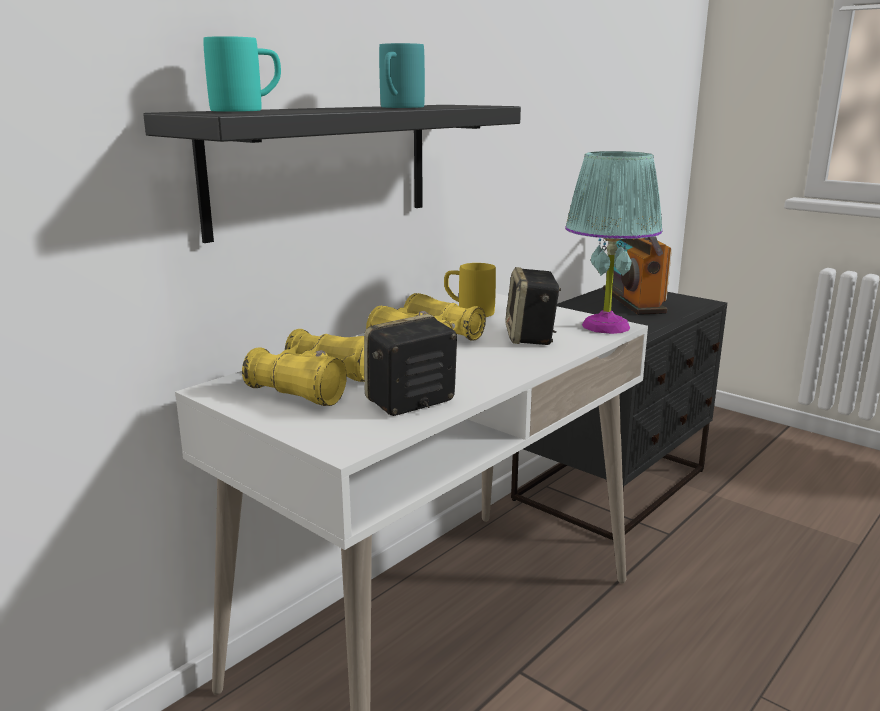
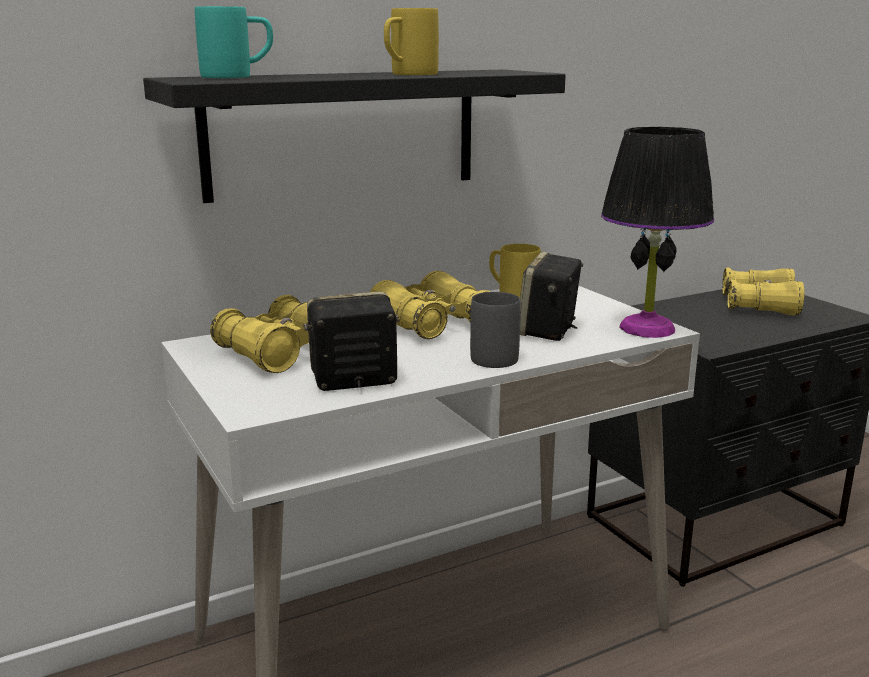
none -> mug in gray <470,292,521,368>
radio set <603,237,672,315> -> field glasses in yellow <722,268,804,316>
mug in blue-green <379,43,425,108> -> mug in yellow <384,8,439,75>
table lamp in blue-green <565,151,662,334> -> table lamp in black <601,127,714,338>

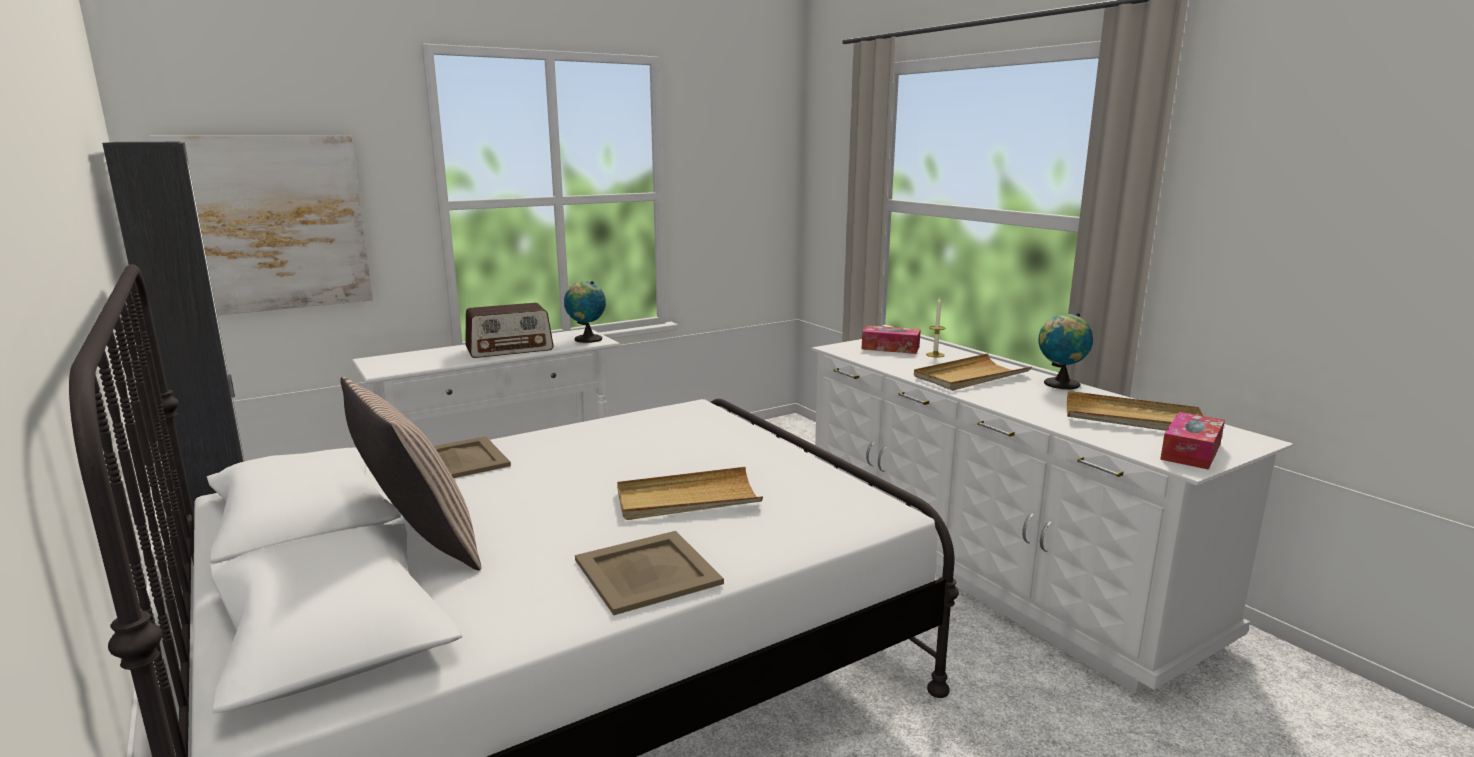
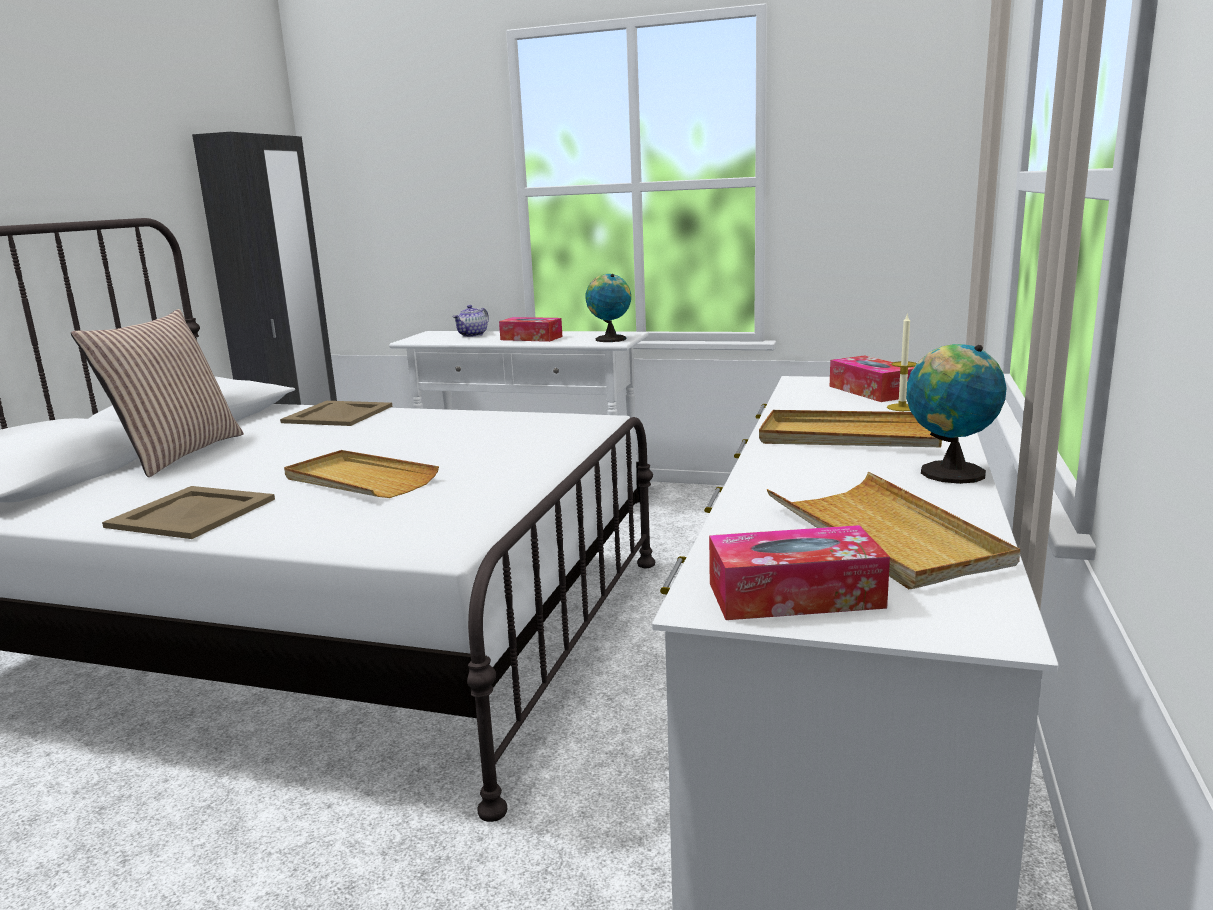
wall picture <149,136,373,315> -> none
none -> pot for tea <453,305,489,337>
radio set <465,303,554,358> -> box of tissues <499,317,562,342>

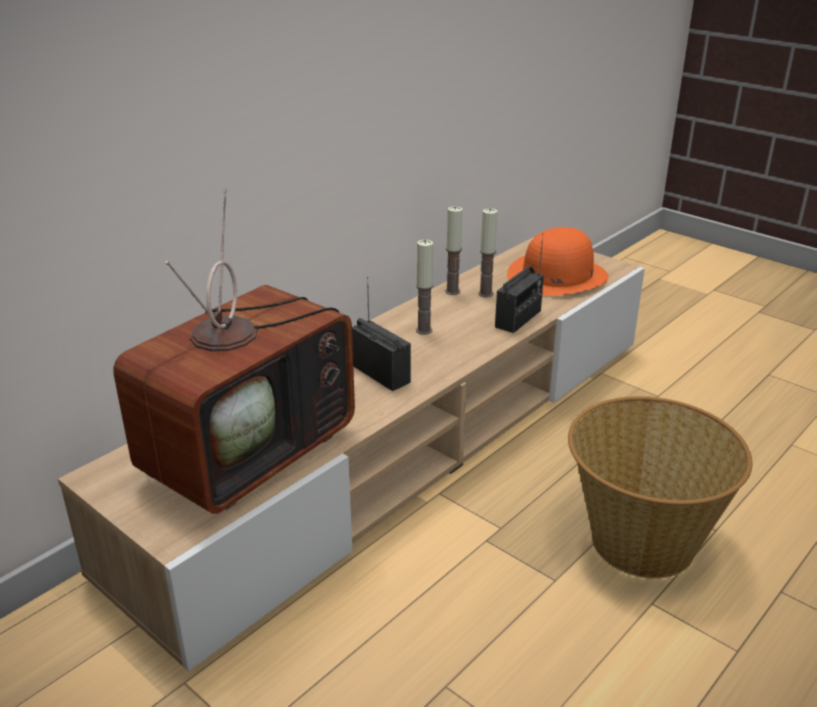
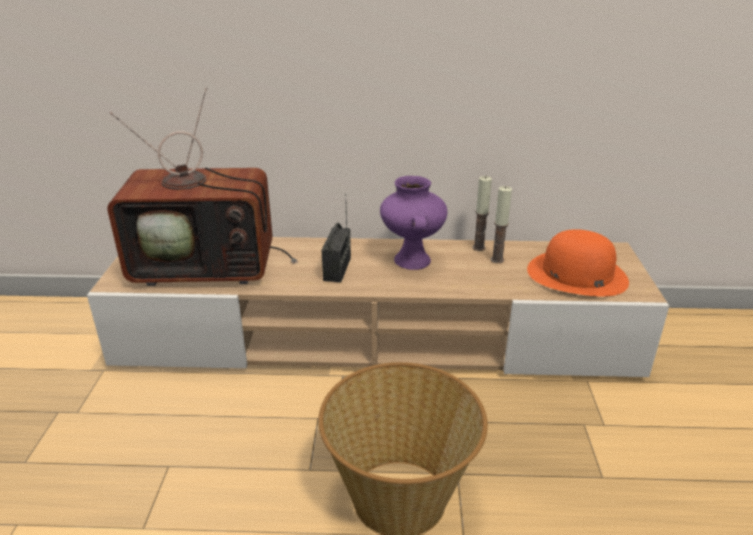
radio set <495,233,544,333> -> none
wax light <416,240,433,335> -> vase in purple-coloured <380,176,448,270>

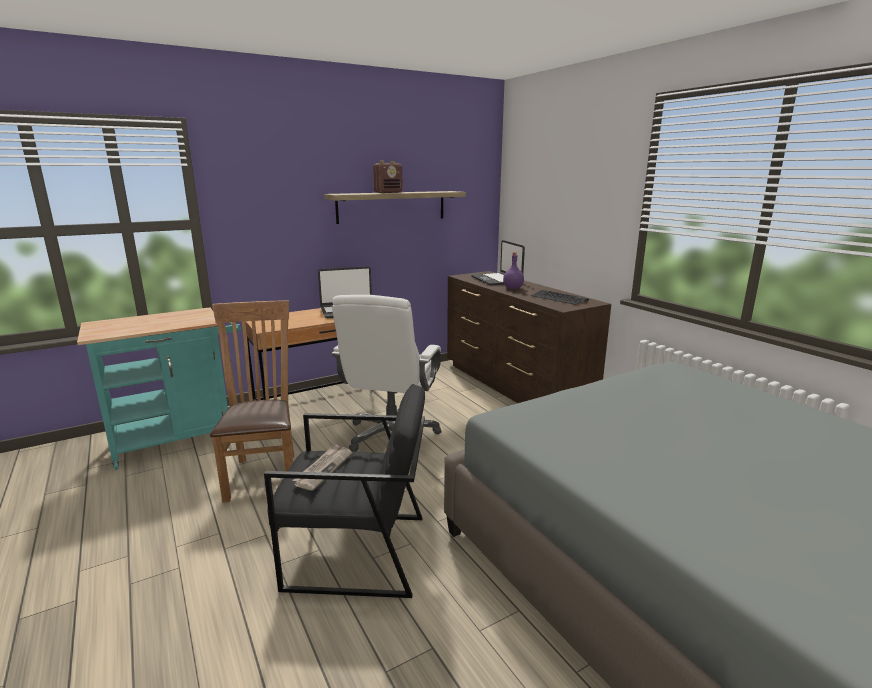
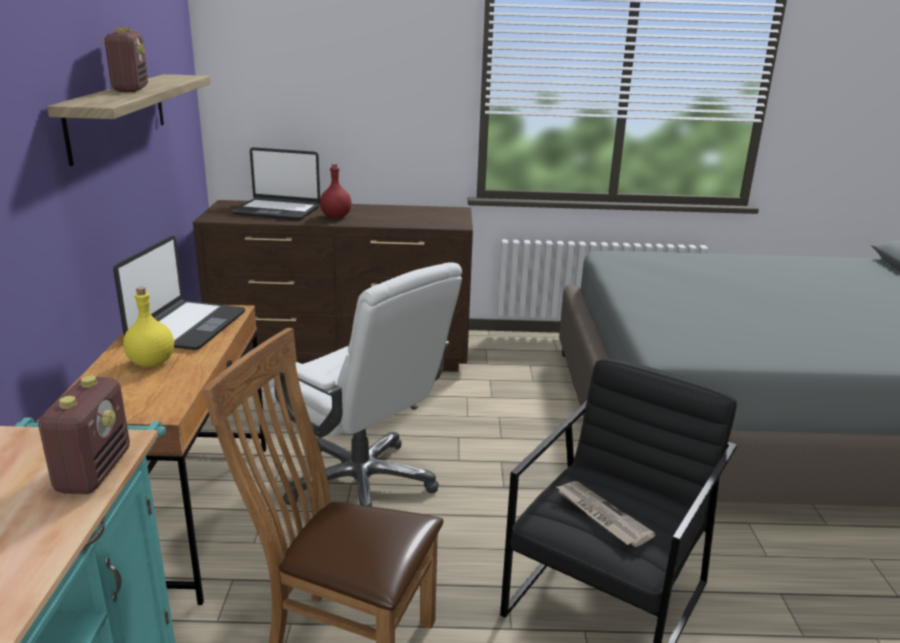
keyboard <530,290,589,305> -> none
none -> radio set <37,376,130,494>
none -> beverage bottle in yellow <123,287,174,367>
beverage bottle in purple-coloured <503,252,524,289> -> beverage bottle in red-coloured <320,163,351,218>

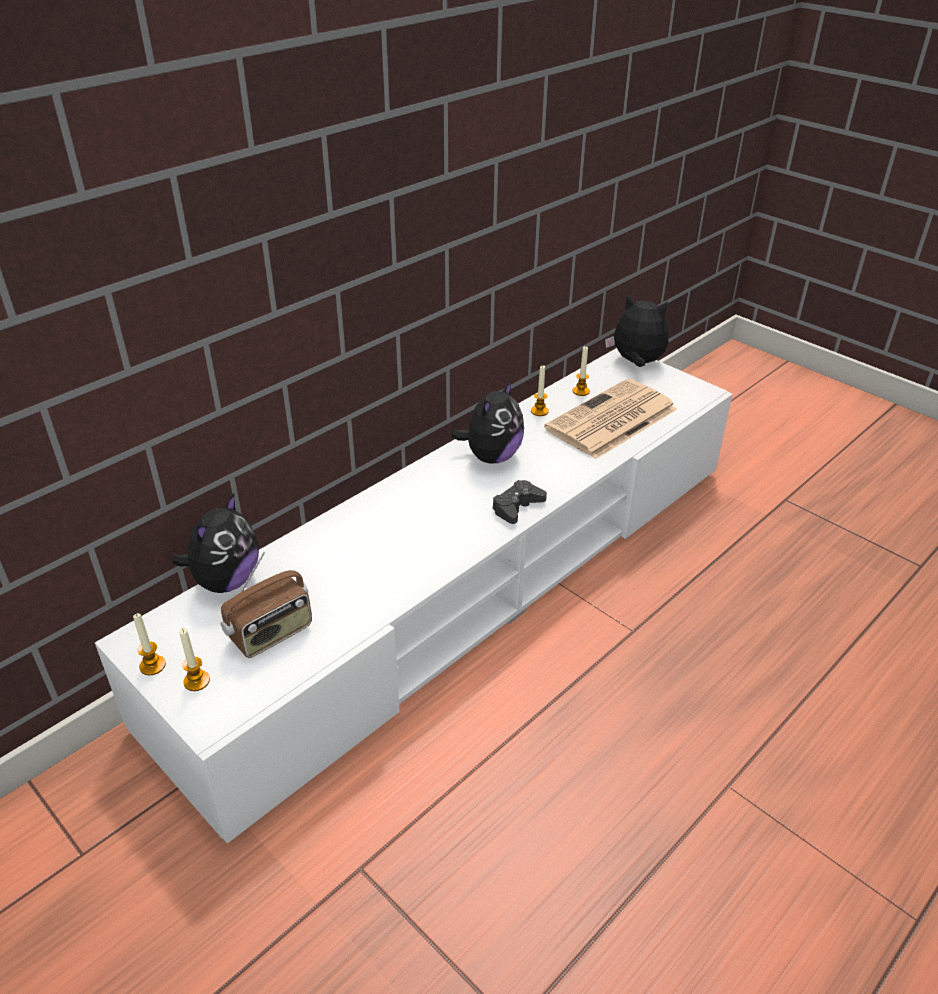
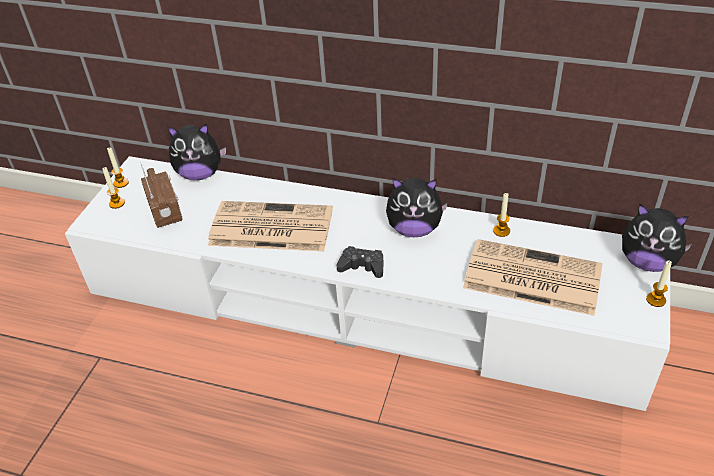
none -> newspaper <208,201,333,251>
wax light <573,346,590,396> -> wax light <646,261,672,307>, shifted
radio set <221,552,312,658> -> radio set <140,162,183,228>, 135 degrees counterclockwise
cuddly toy <605,293,669,367> -> cuddly toy <622,204,692,272>, 120 degrees clockwise

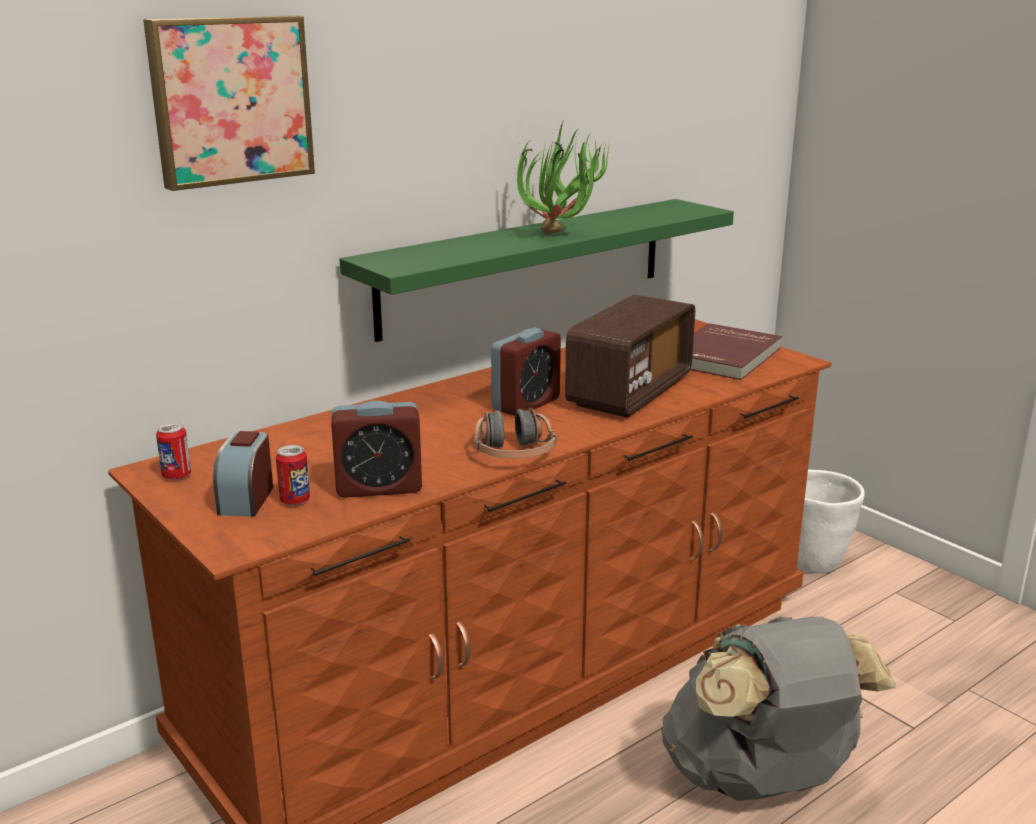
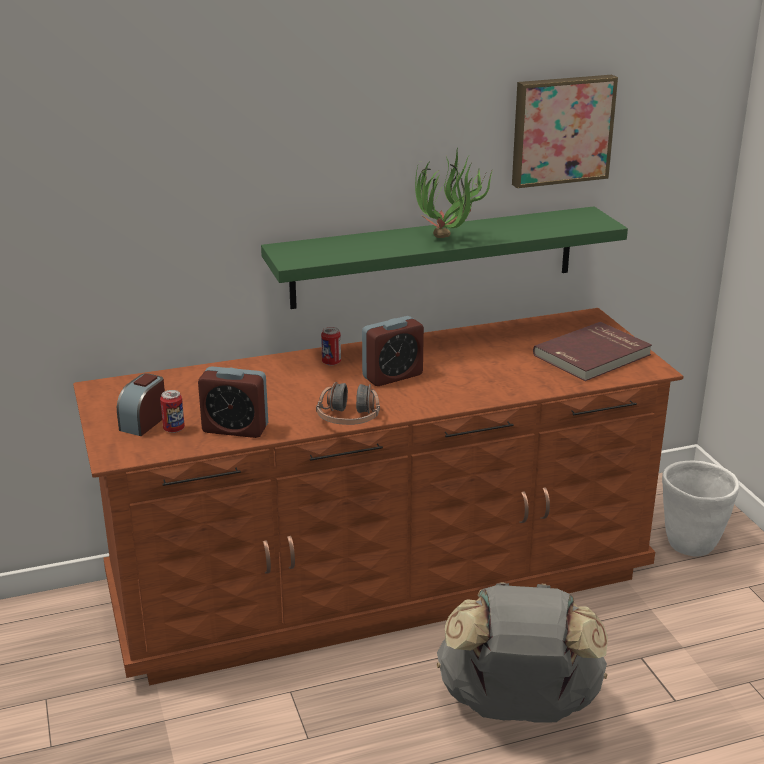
radio set <565,295,695,418> -> none
wall picture <143,15,315,191> -> wall picture <512,75,618,188>, shifted
metal can <156,423,191,480> -> metal can <321,327,341,366>, shifted

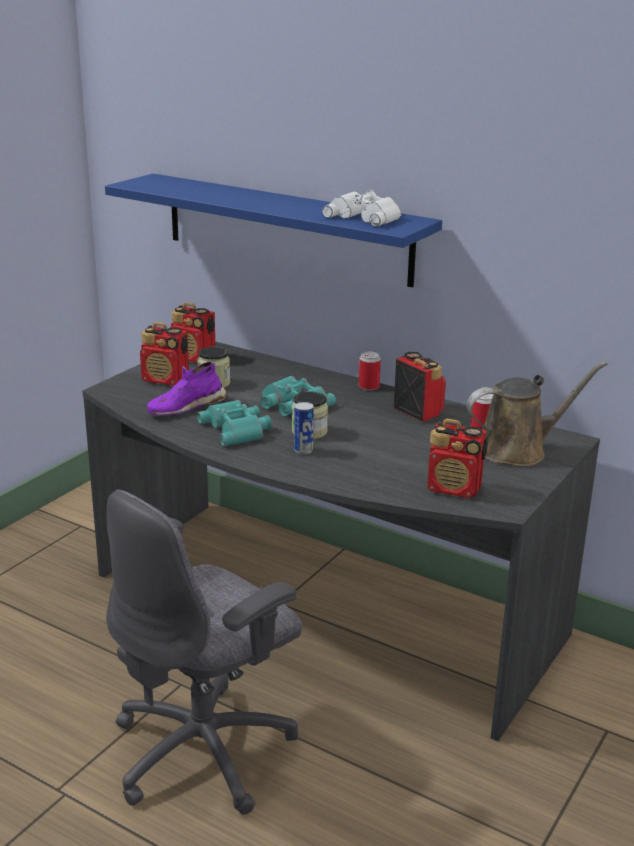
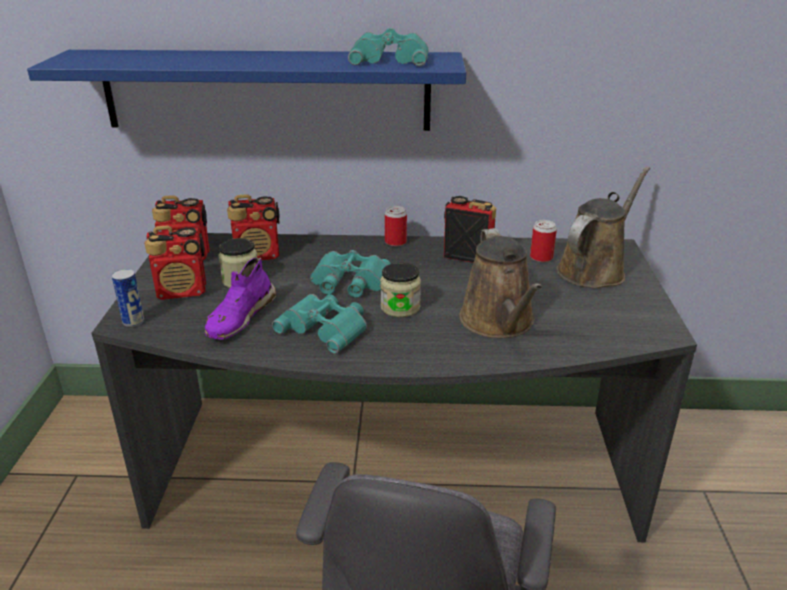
none -> watering pot in brownish <459,228,542,338>
metal can <294,402,314,455> -> metal can <112,269,144,327>, shifted
radio set <428,419,488,498> -> radio set <227,194,280,260>, shifted
field glasses in white <322,190,402,227> -> field glasses in blue-green <348,28,428,66>

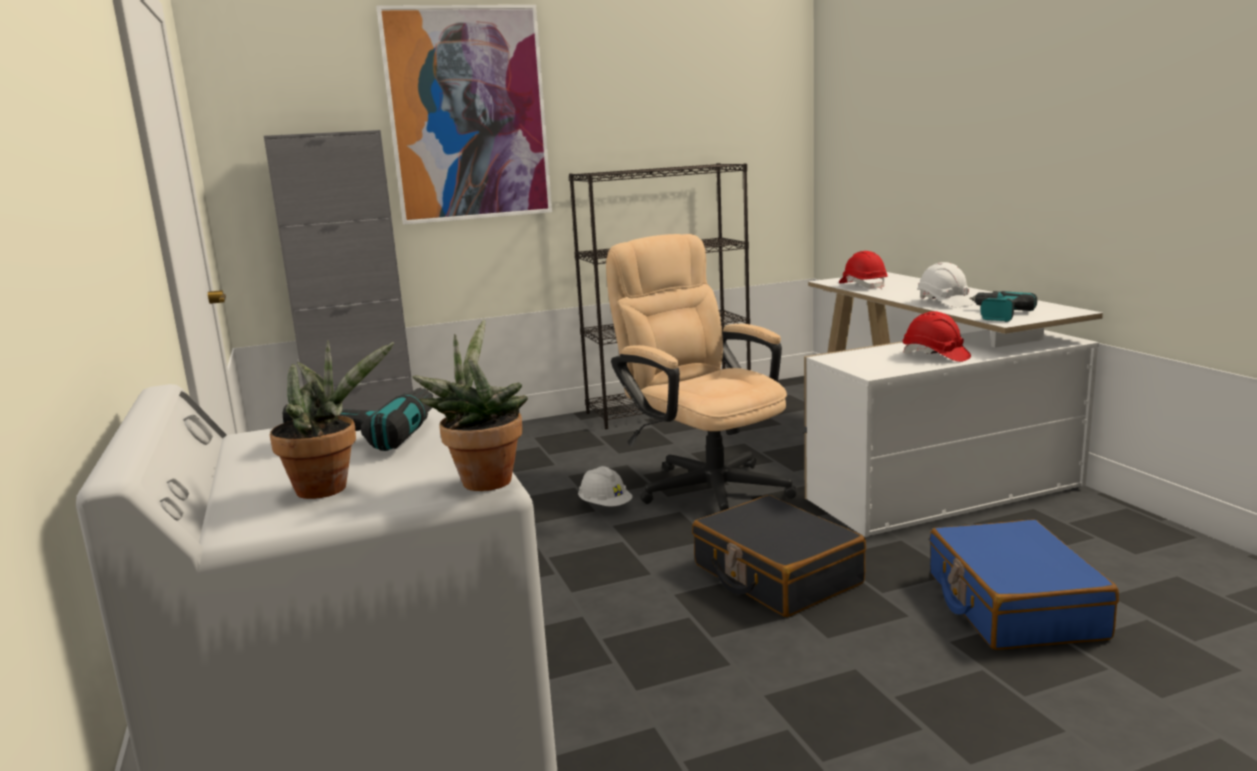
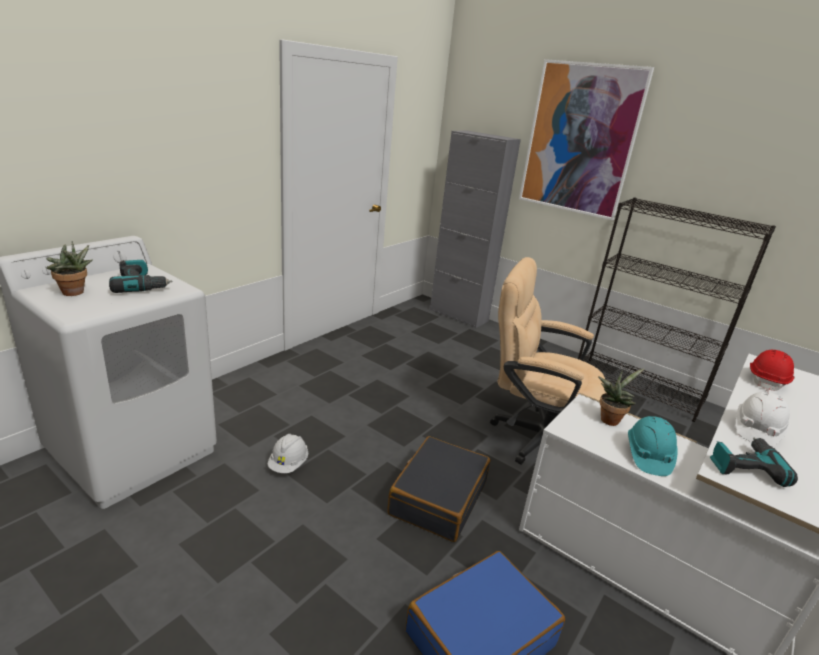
potted plant <412,320,528,491> -> potted plant <598,368,645,426>, shifted
hard hat in white <578,466,633,507> -> hard hat in white <268,434,308,473>, shifted
hard hat in red-coloured <903,311,971,362> -> hard hat in blue-green <628,416,678,476>
computer chair in beige-coloured <606,234,797,512> -> computer chair in beige-coloured <490,257,607,465>, 90 degrees counterclockwise

